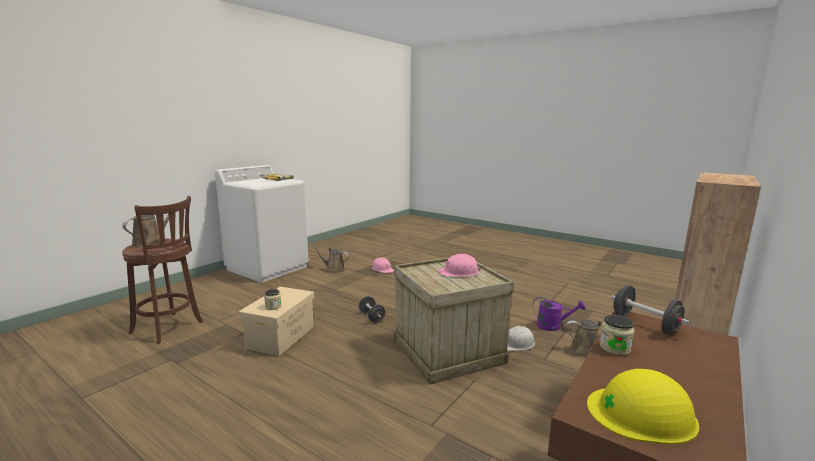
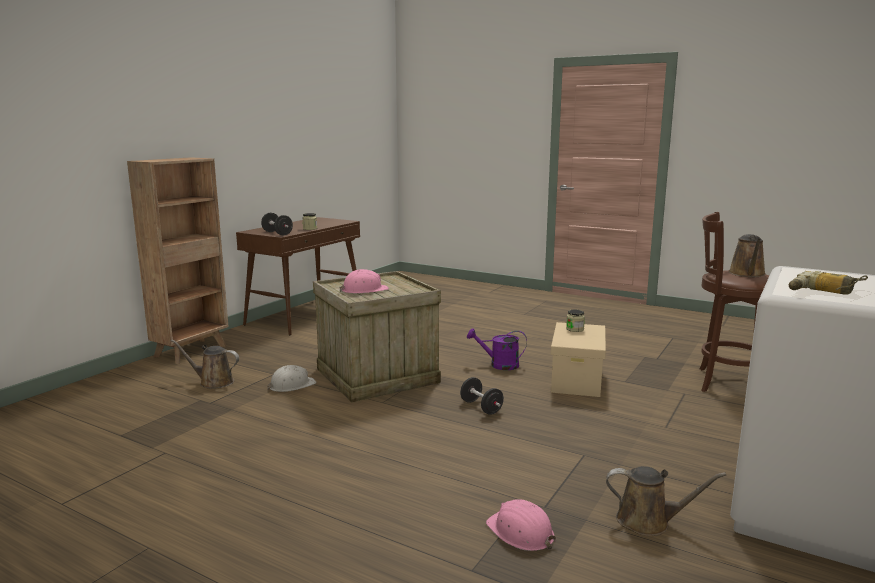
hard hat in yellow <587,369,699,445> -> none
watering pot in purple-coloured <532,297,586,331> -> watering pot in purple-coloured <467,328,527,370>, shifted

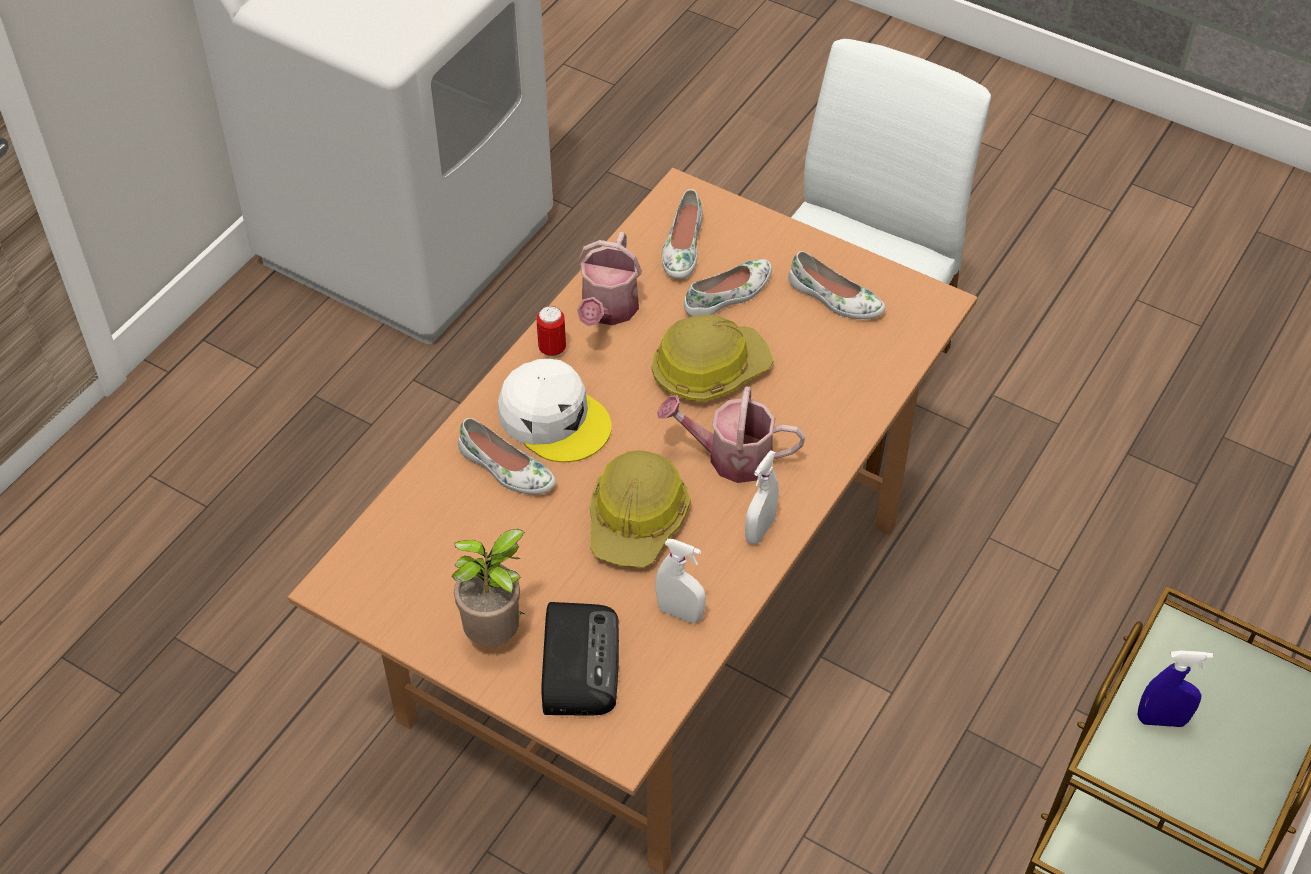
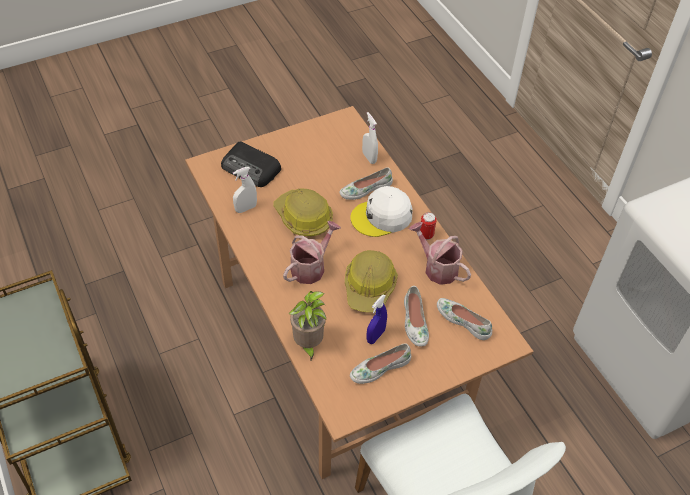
potted plant <452,529,527,646> -> potted plant <289,291,326,362>, shifted
hand sprayer in white <745,451,779,545> -> hand sprayer in white <362,112,378,164>, shifted
hand sprayer in blue <1137,651,1213,727> -> hand sprayer in blue <367,294,387,344>, shifted

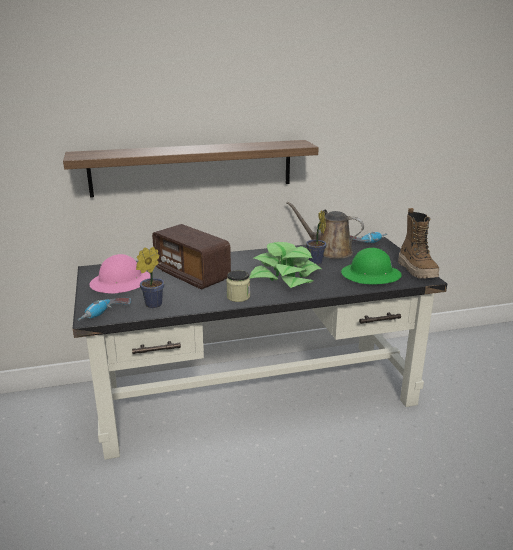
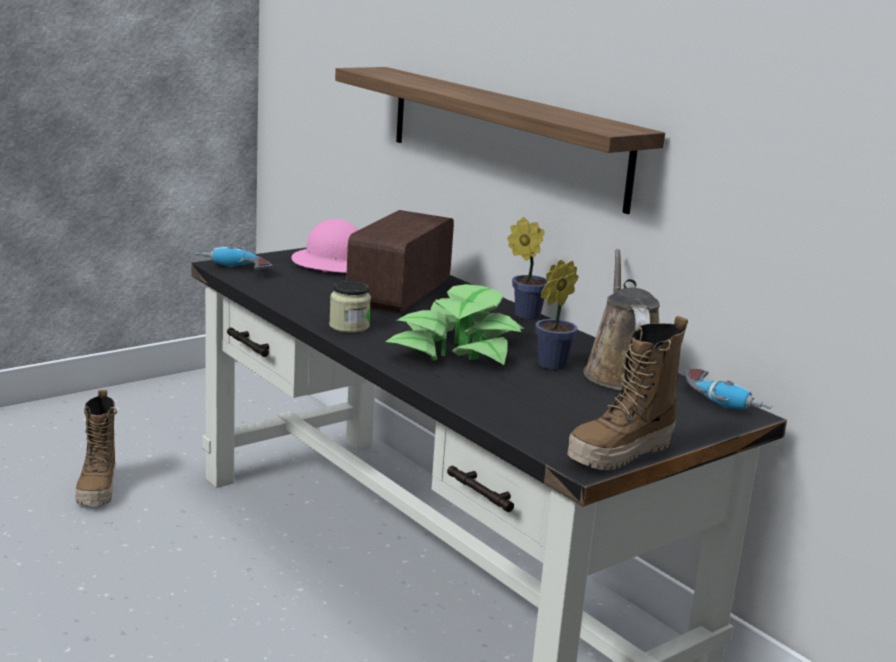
hard hat in greenish <341,248,402,285> -> none
none -> high-top boot <75,390,117,505>
potted plant <136,247,164,308> -> potted plant <507,217,547,320>, shifted

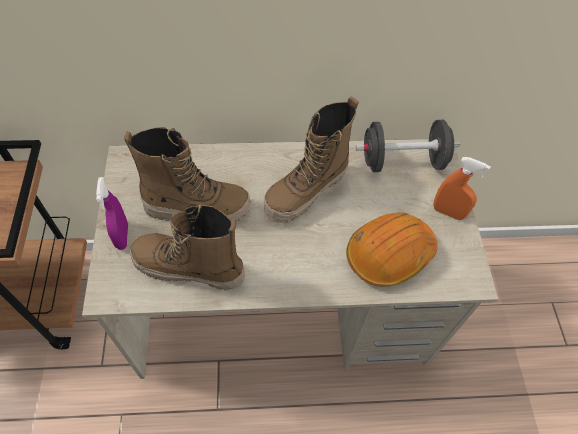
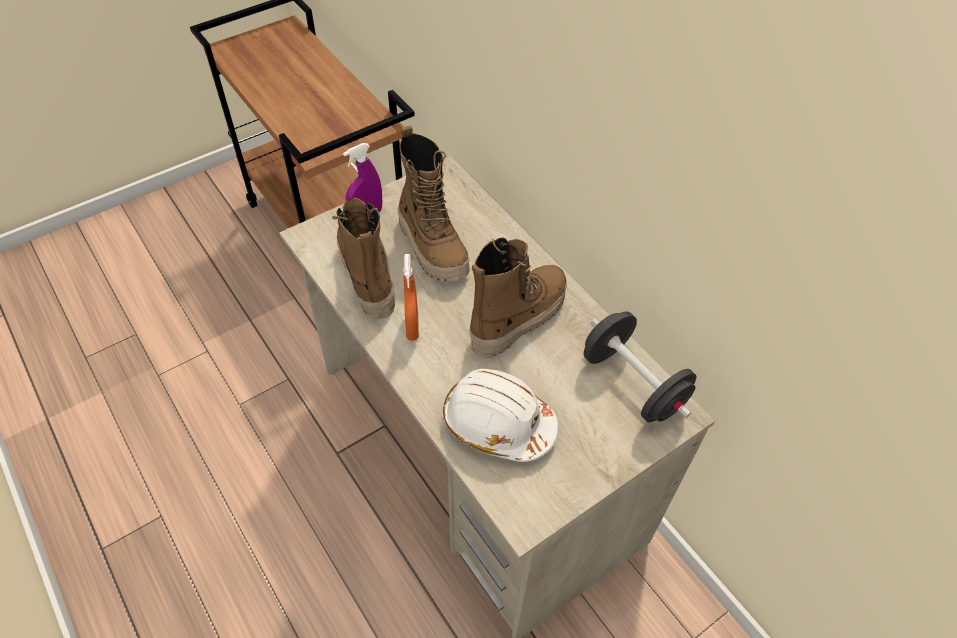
hand sprayer in orangey <433,157,491,220> -> hand sprayer in orangey <403,254,419,341>, shifted
hard hat in orangey <346,212,438,286> -> hard hat in white <443,369,558,462>
high-top boot <264,96,359,223> -> high-top boot <469,237,567,358>, 120 degrees clockwise

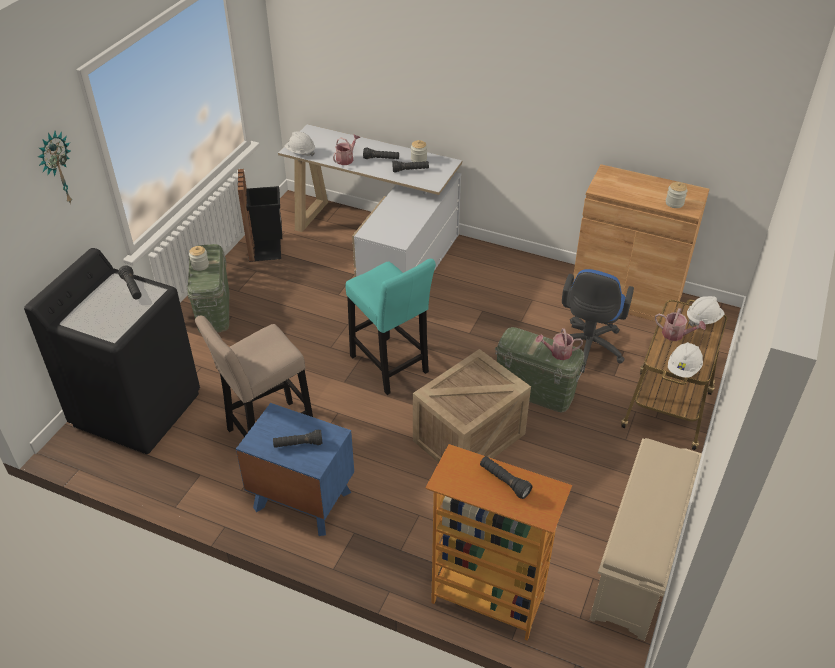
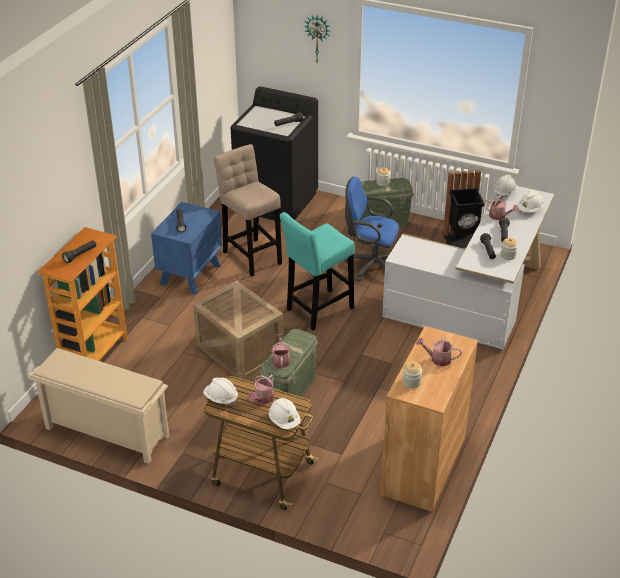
none -> watering pot <416,336,462,366>
none -> hard hat in white <517,191,544,213>
computer chair in blue <562,269,634,373> -> computer chair in blue <344,177,399,282>, shifted

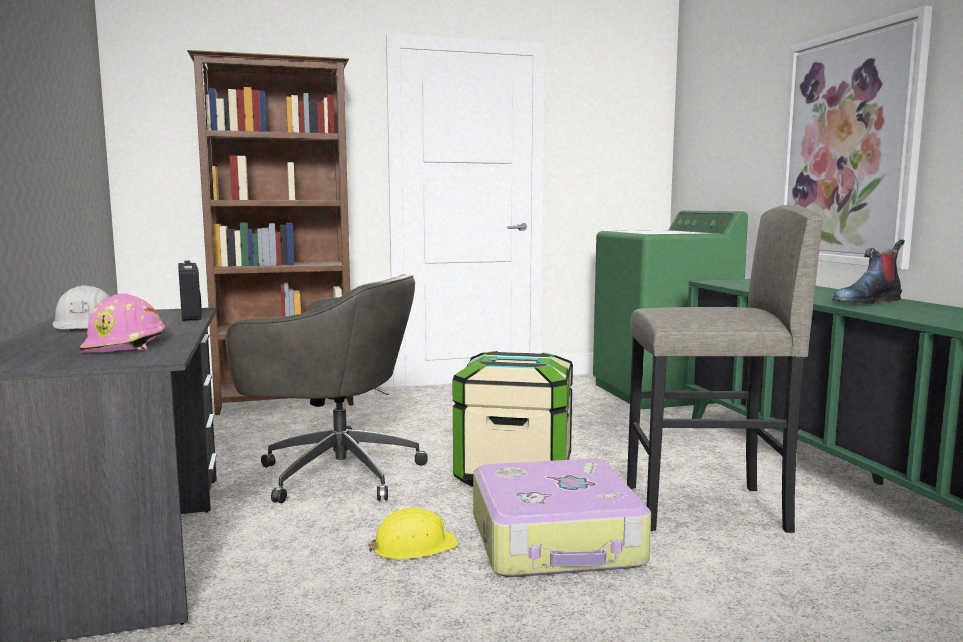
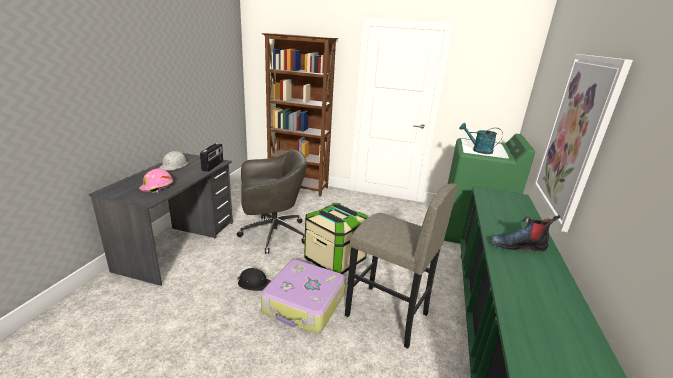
none -> watering pot in blue-green <459,123,503,154>
hard hat in yellow <368,508,459,559> -> hard hat in black <237,268,271,291>
computer chair in gray <225,274,428,503> -> computer chair in gray <237,150,307,254>, 60 degrees counterclockwise

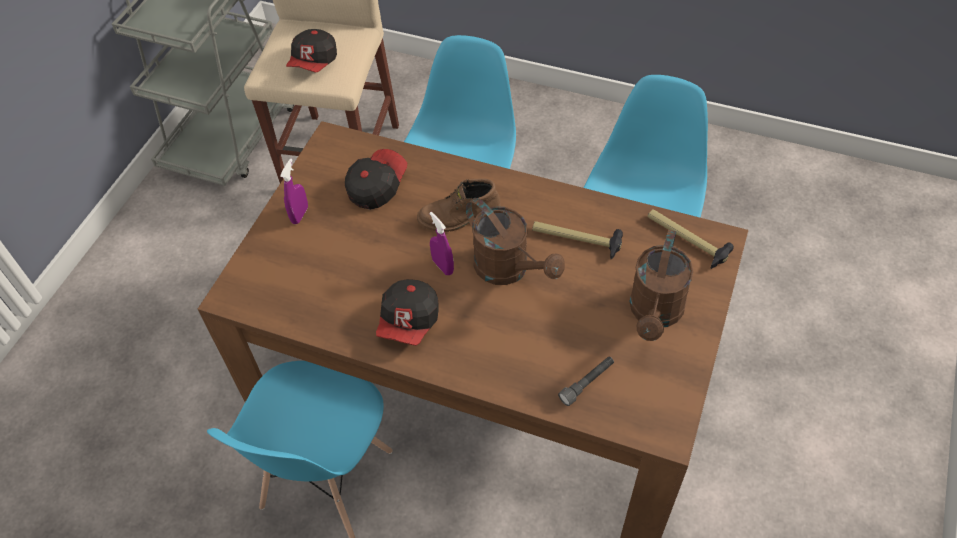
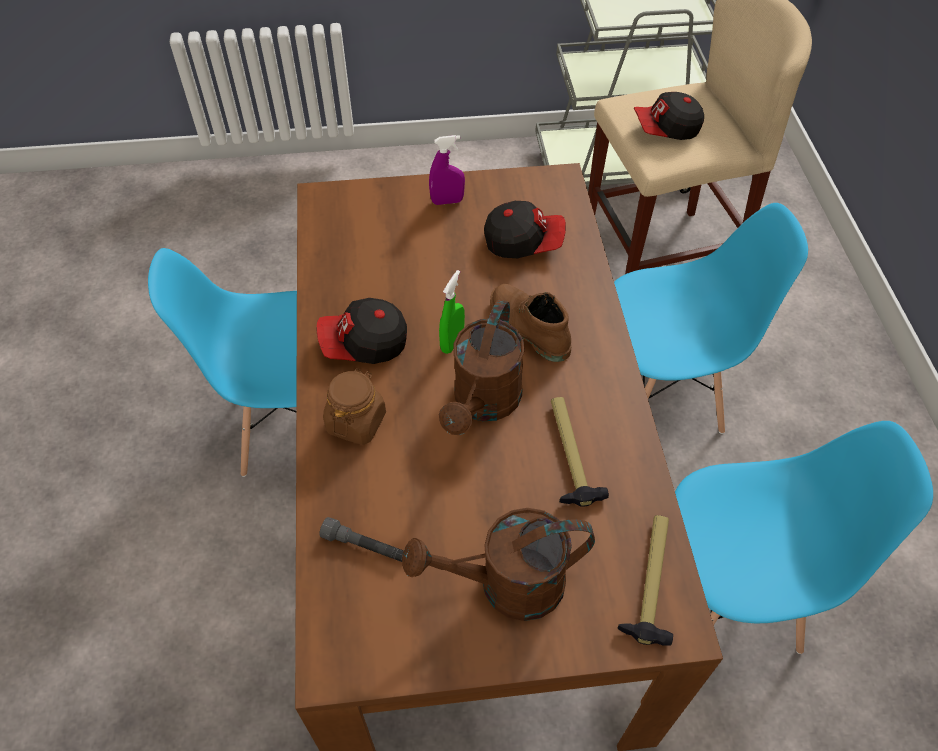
none -> preserve jar in brownish <323,368,386,445>
hand sprayer in purple-coloured <429,212,454,275> -> hand sprayer in greenish <439,270,465,354>

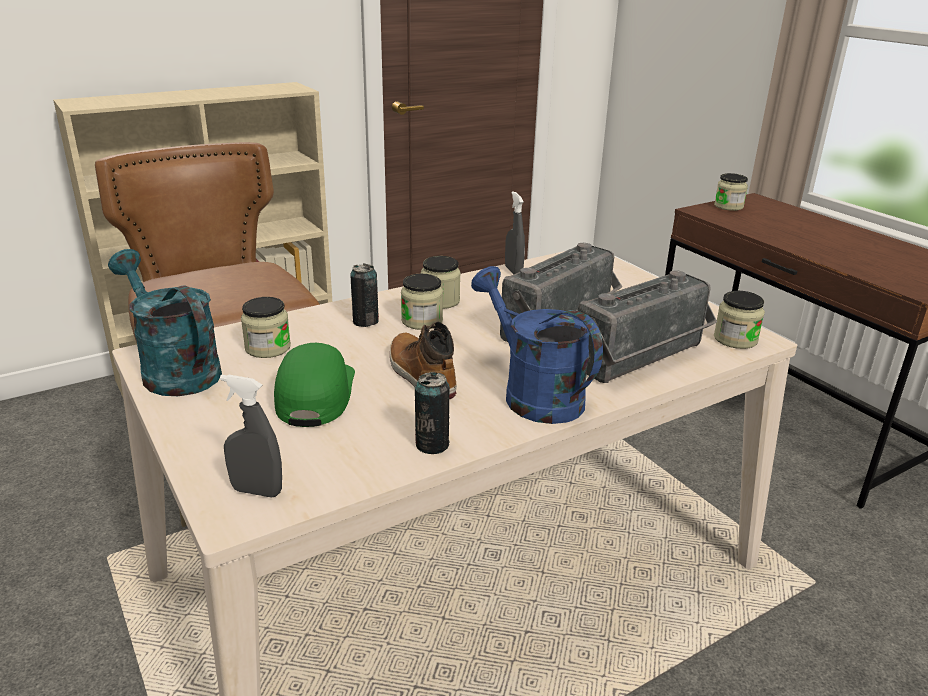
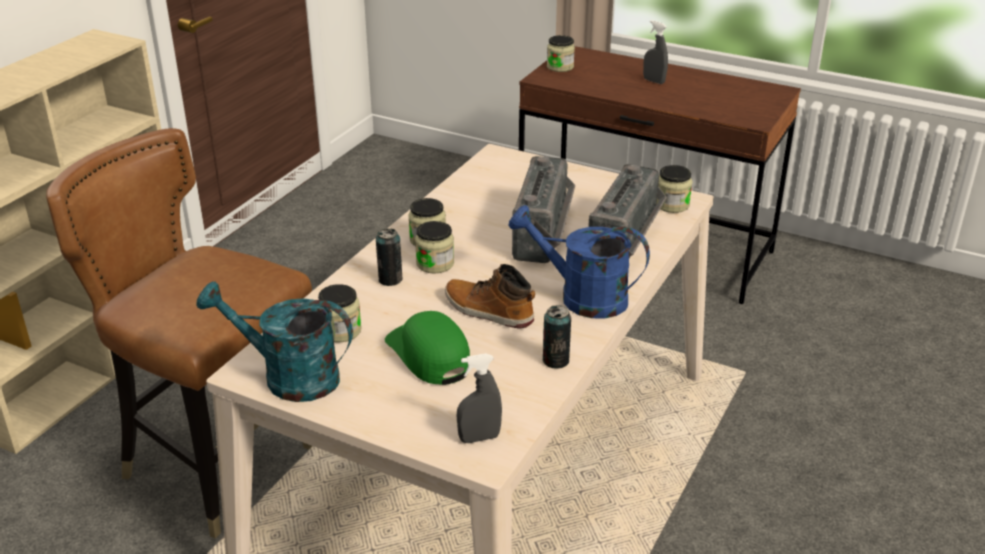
hand sprayer in gray <505,191,525,275> -> hand sprayer in gray <643,20,668,84>, shifted

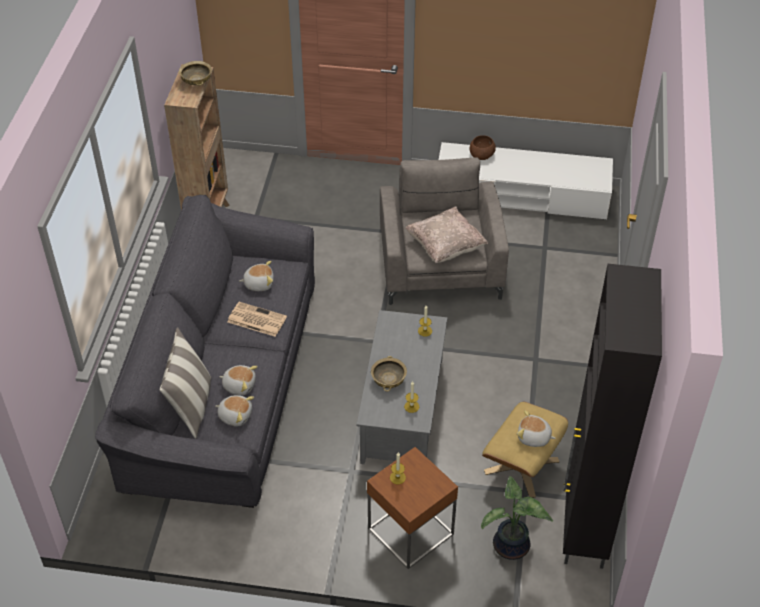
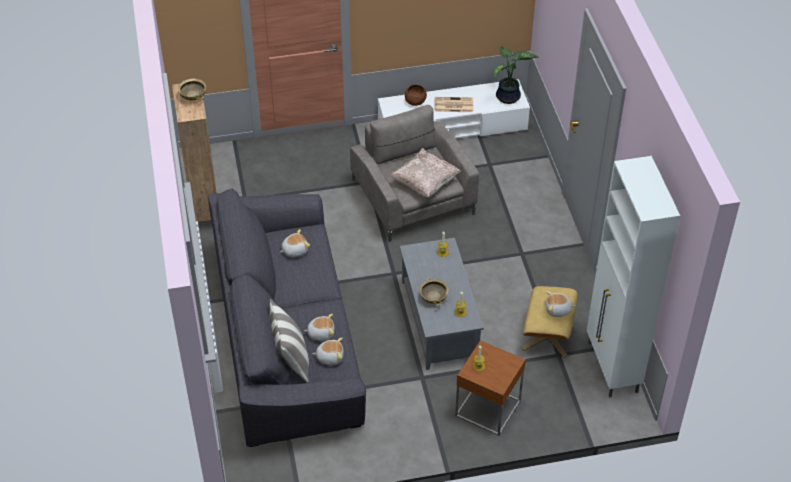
newspaper <227,302,287,337> -> newspaper <435,97,473,112>, shifted
potted plant <481,476,553,560> -> potted plant <494,46,539,104>, shifted
cabinet in black <563,264,662,569> -> cabinet in white <587,156,680,397>

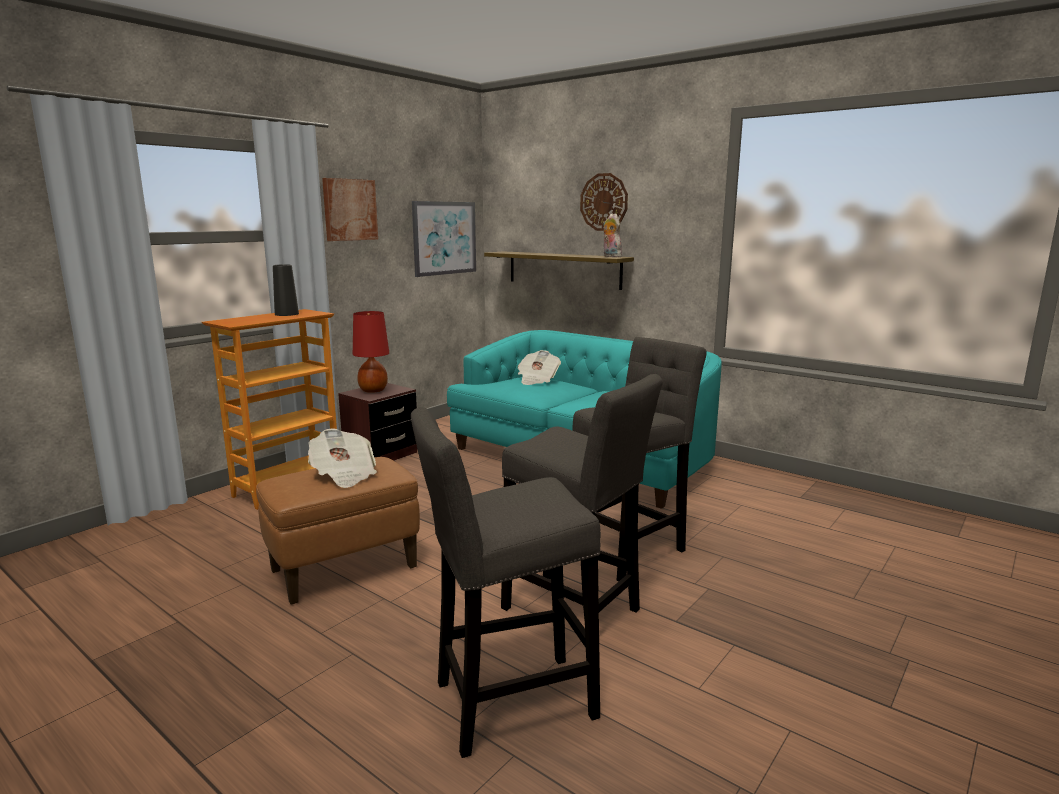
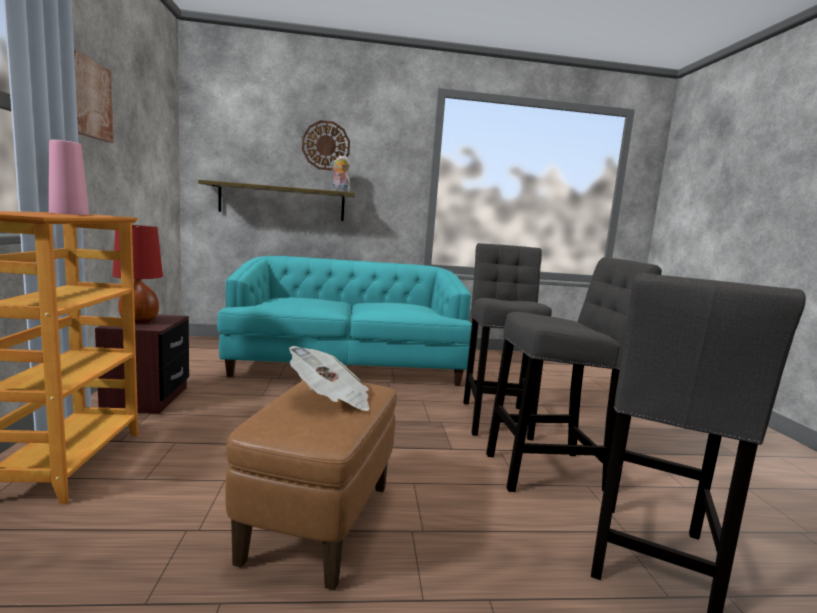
wall picture <412,201,476,277> -> none
newspaper <517,350,561,385> -> none
vase in black <273,264,299,316> -> vase in pink <49,140,89,215>

